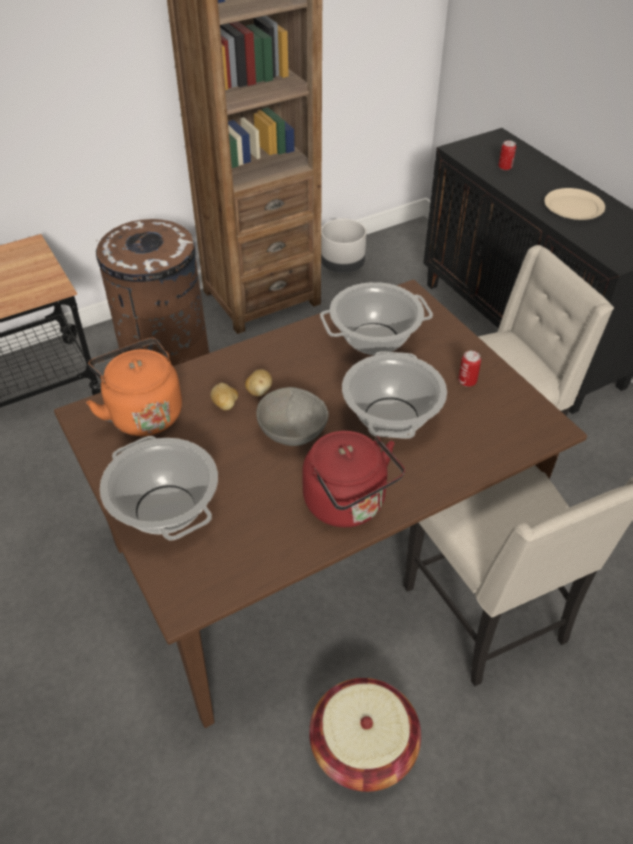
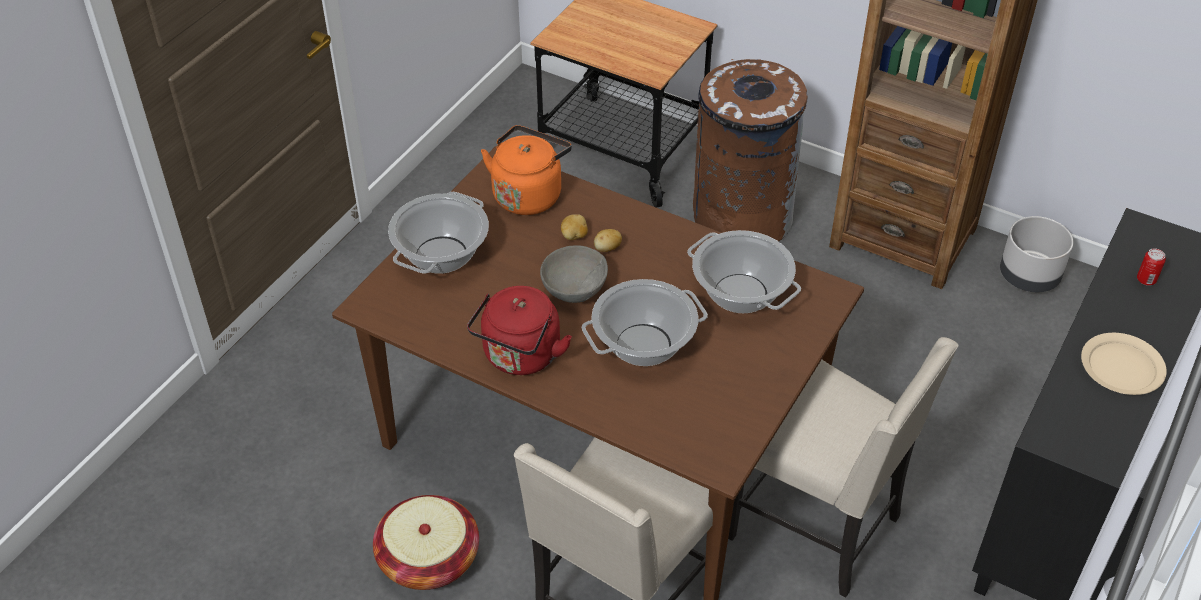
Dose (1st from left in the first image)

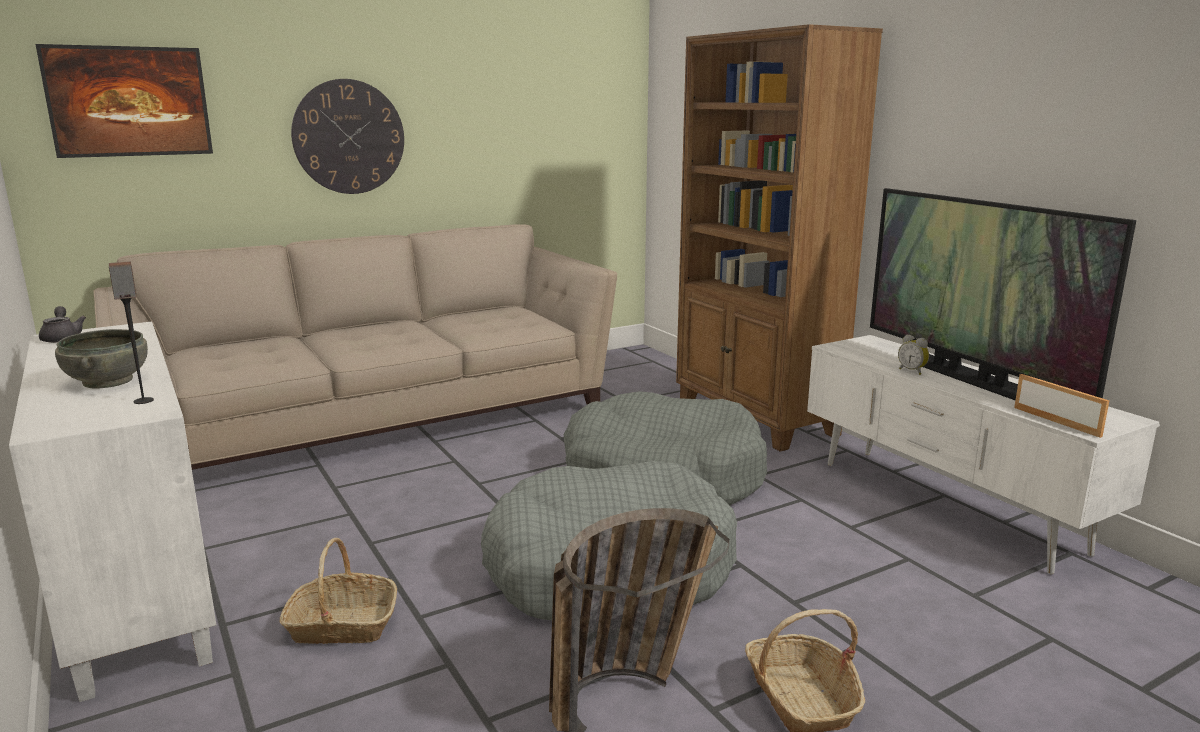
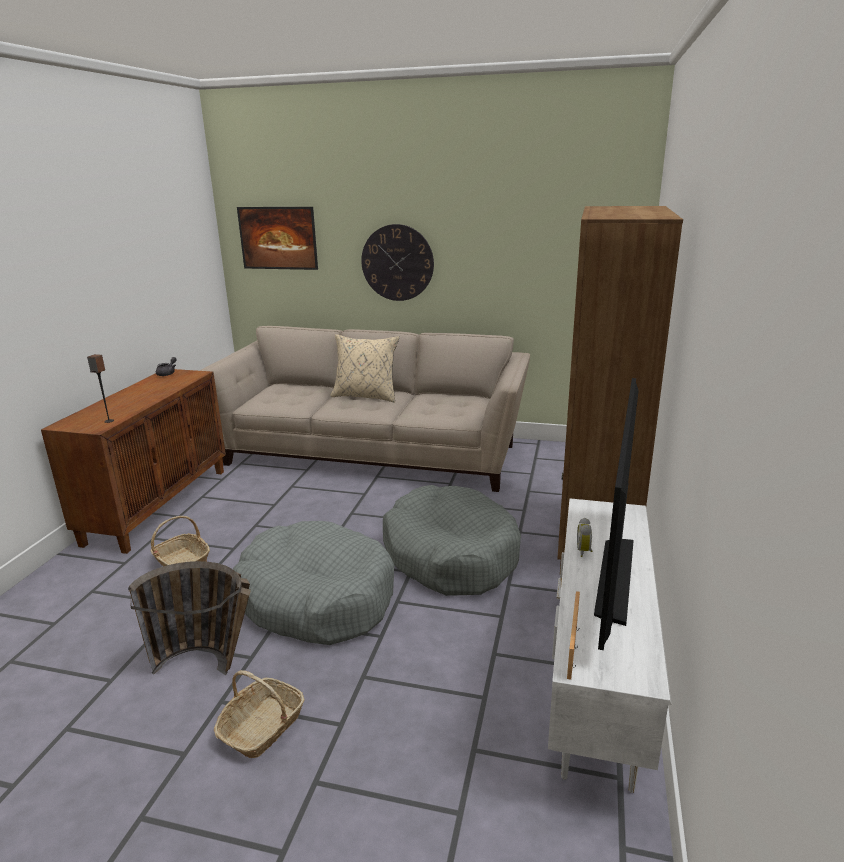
Schrank (braun)
Schüssel (grau)
Kissen (beige)

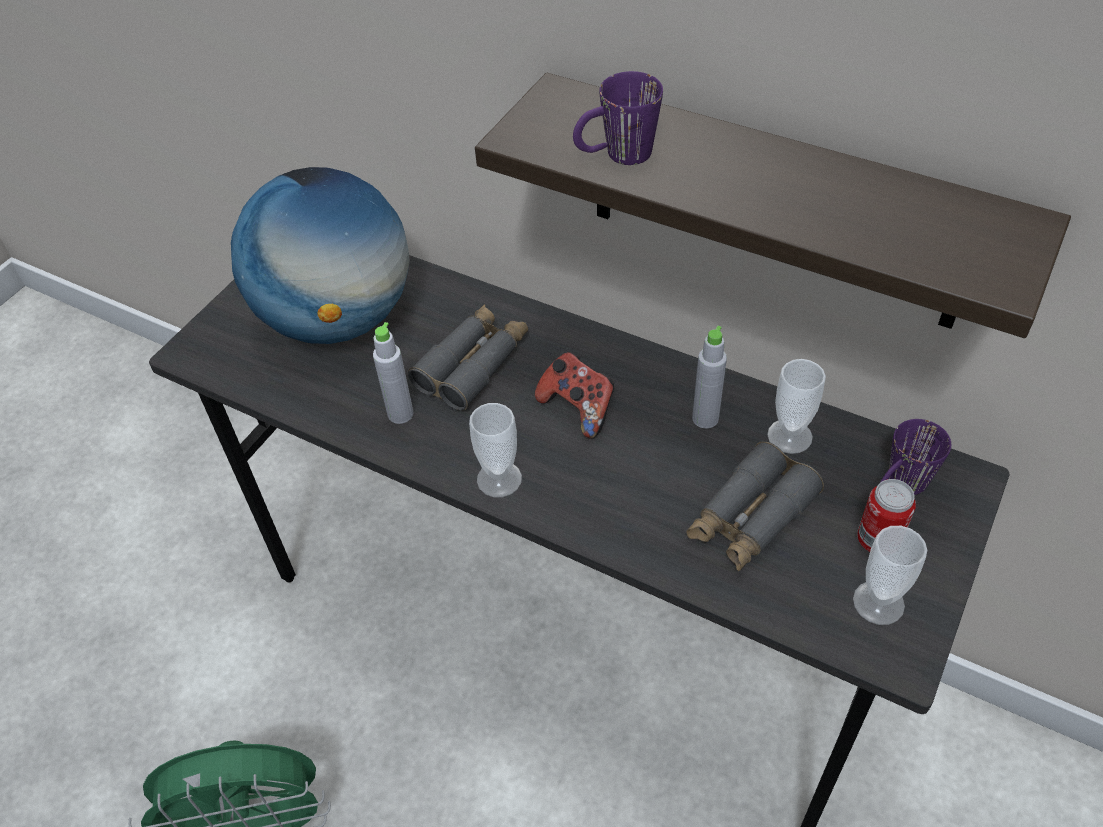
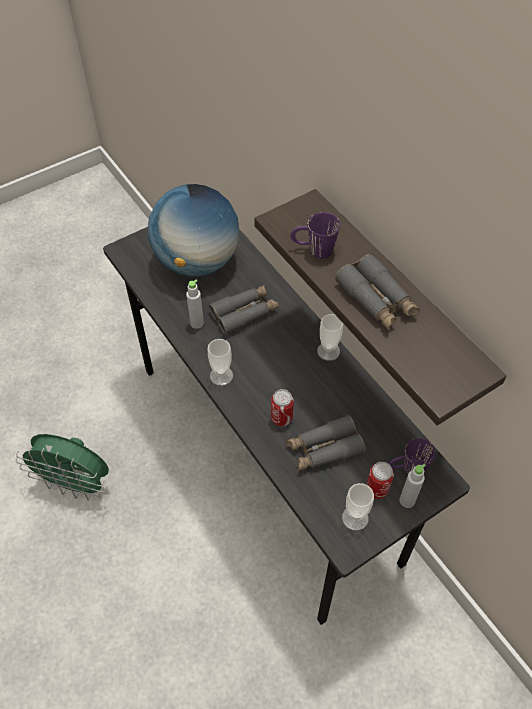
Gamepad
Flasche (grau) (2nd from left)
Tasse (2nd from left)
Dose (1st from left)
Fernglas (grau) (3rd from left)

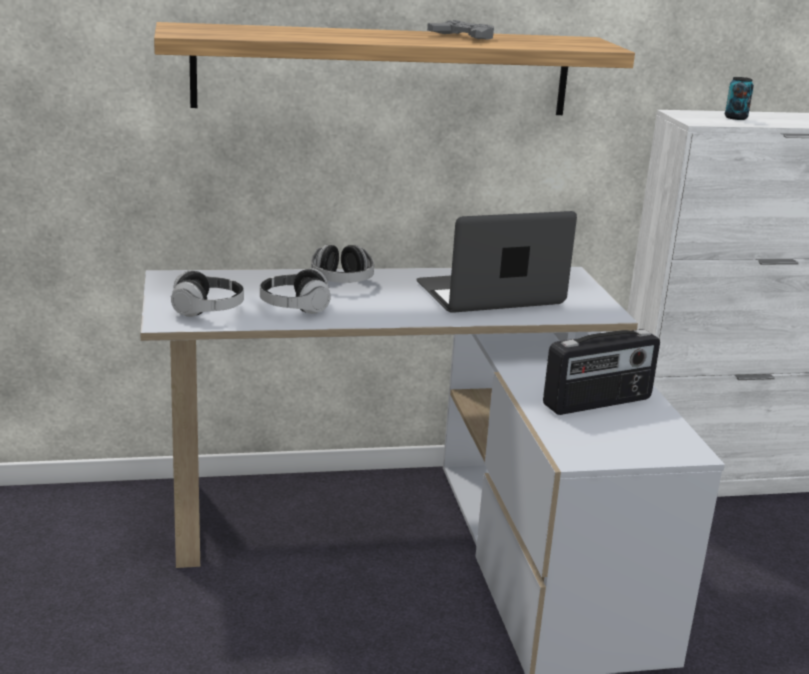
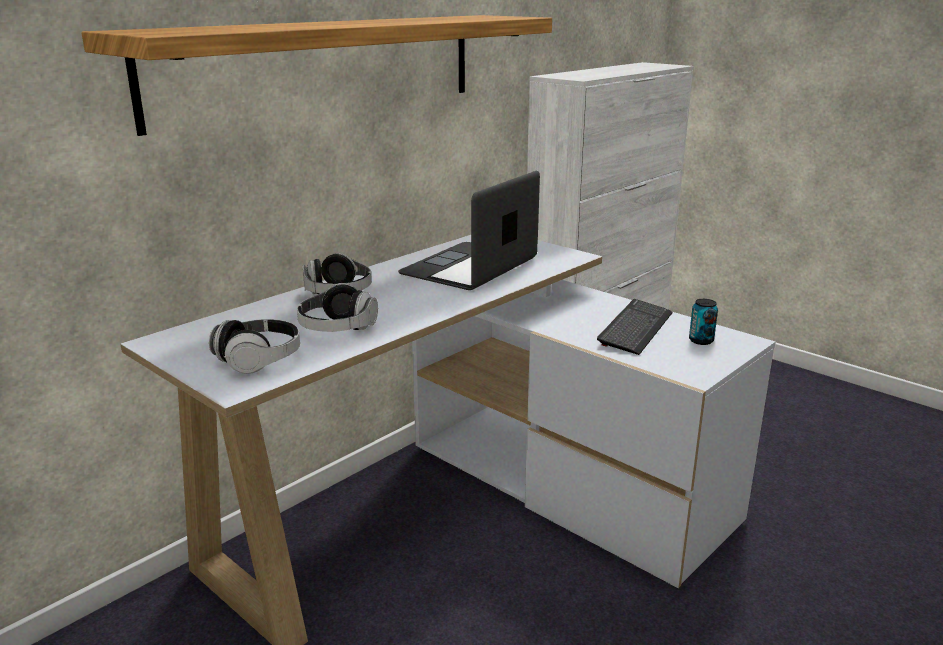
Gamepad (grau)
Tastatur
Dose

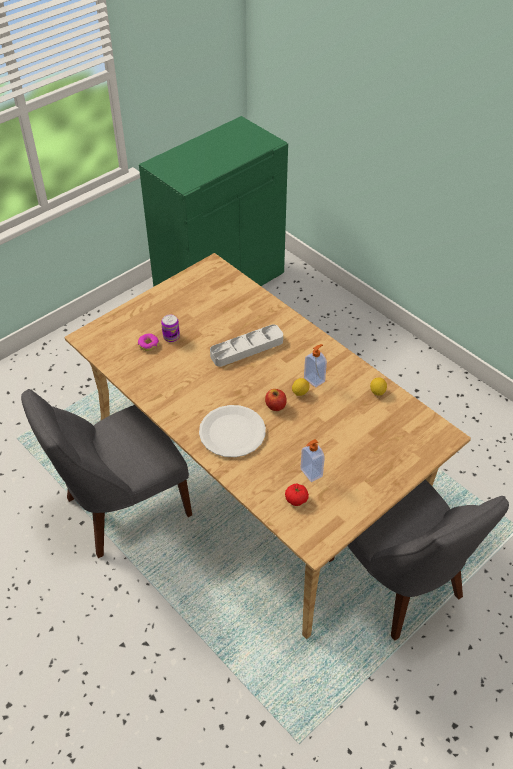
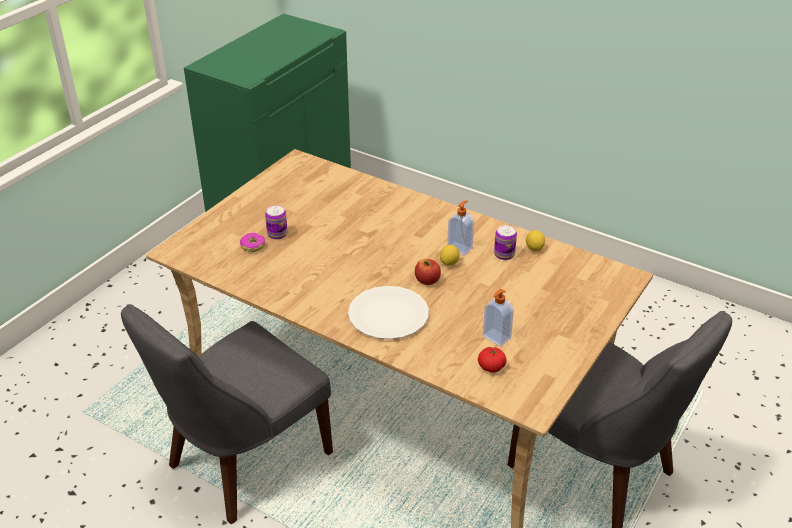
Tablett (grau)
Dose (2nd from left)

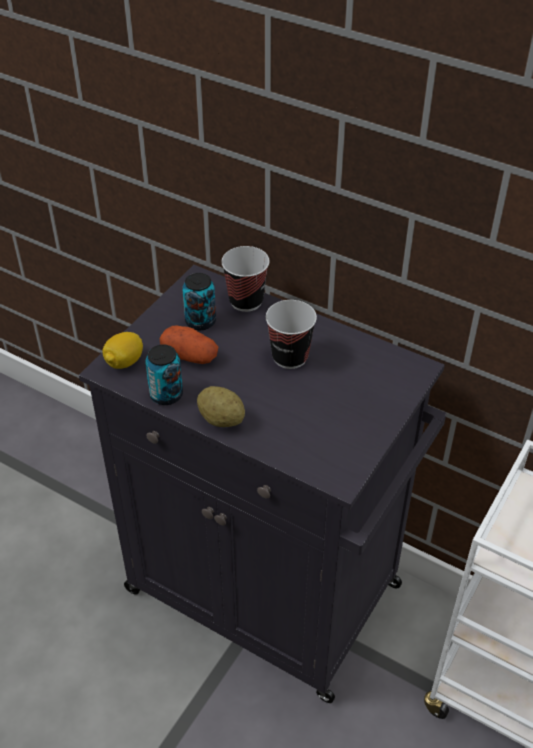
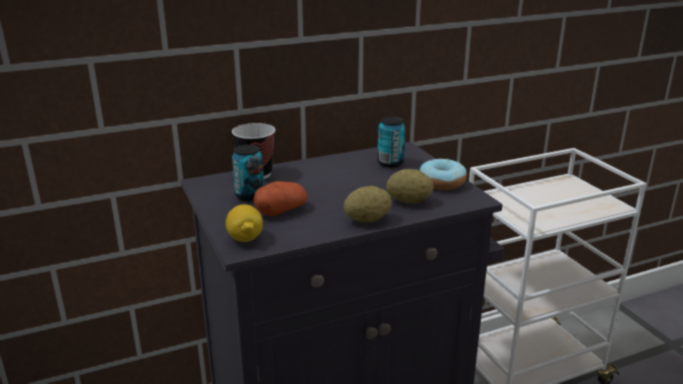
Dose (2nd from left)
Tasse (2nd from left in the first image)
Kartoffel (3rd from left)
Donut

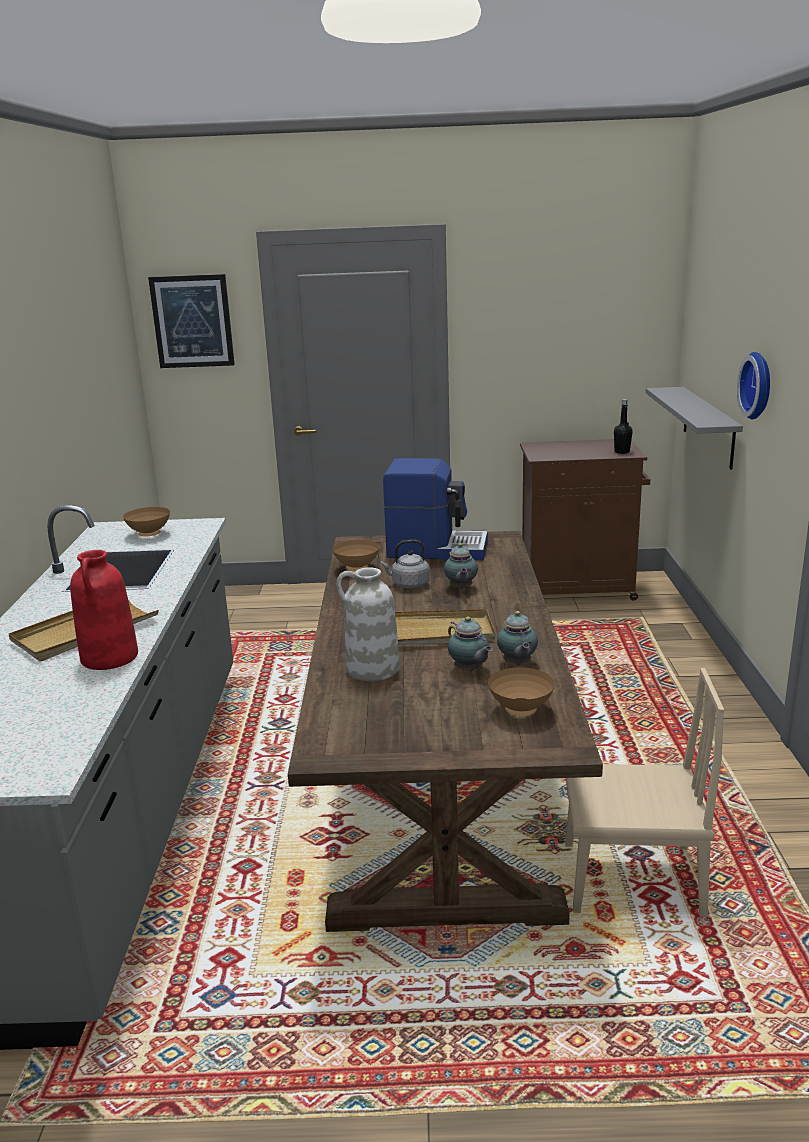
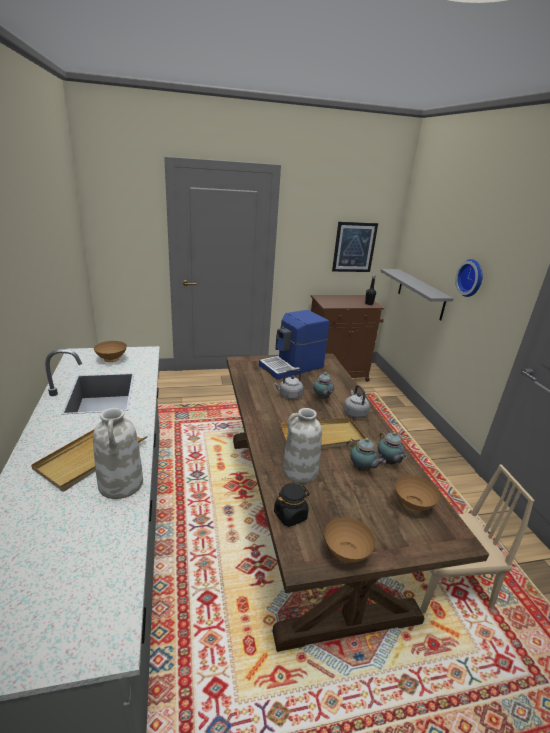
Vase (weiß) (1st from left)
Bild
Schüssel (braun) (2nd from left)
Kaffeemaschine
Vorratsglas (schwarz)
Wasserkessel (grau) (2nd from left)

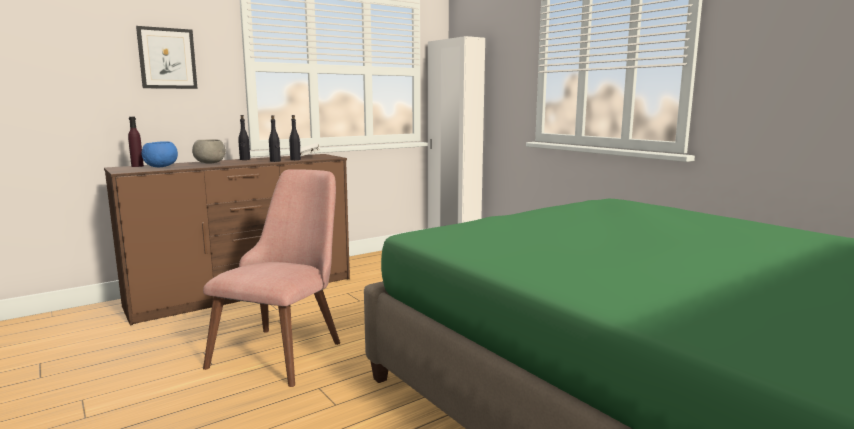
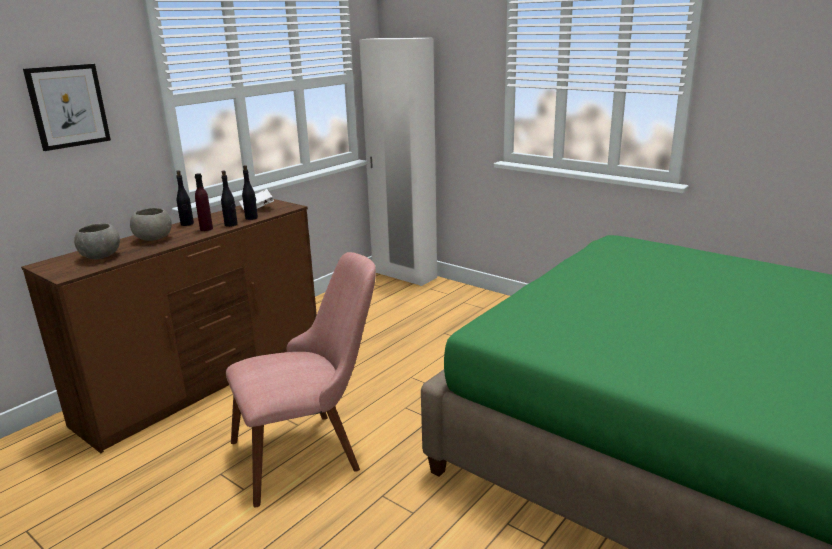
Flasche (lila)
Schüssel (grau) (1st from left)
Stuhl (rosa)

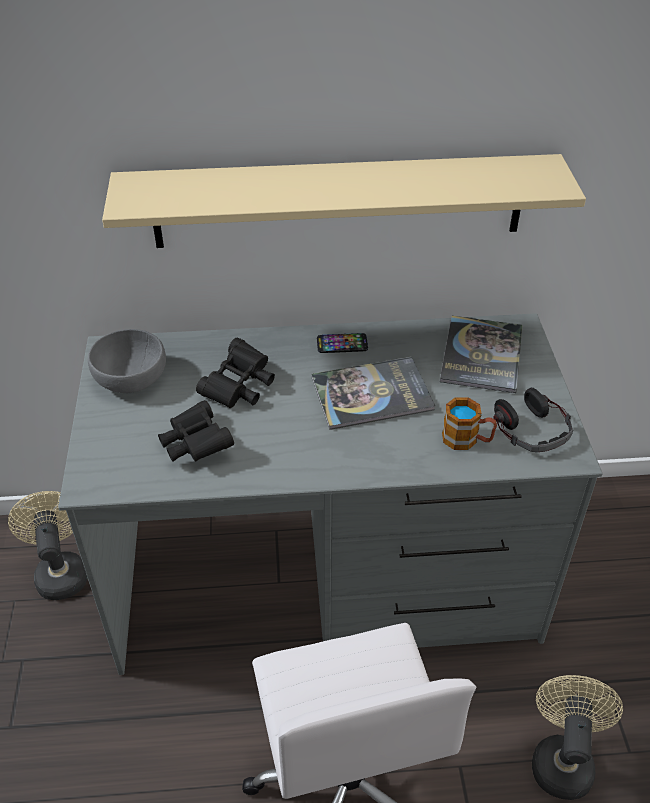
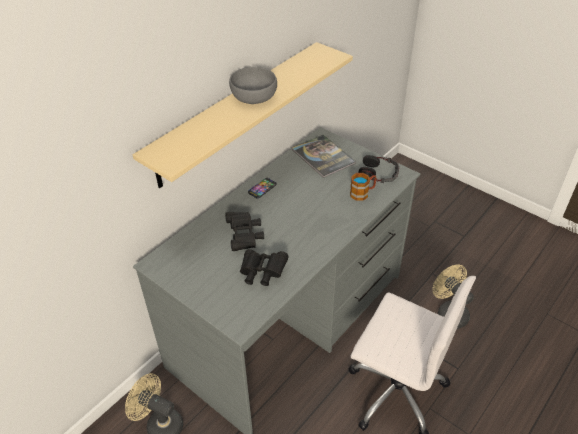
Schüssel (grau)
Buch (1st from left in the first image)

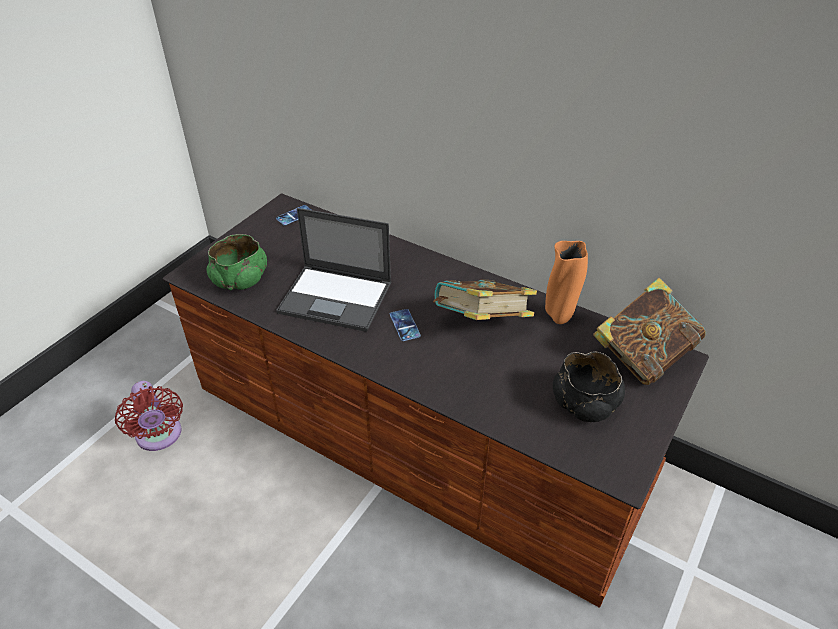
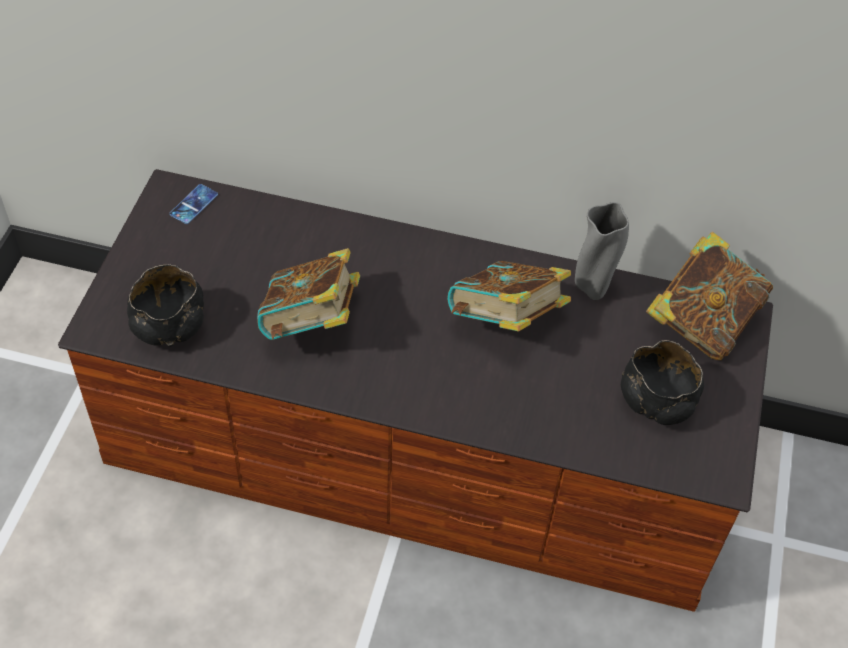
Ventilator (rot)
Schüssel (schwarz) (1st from left)
Buch (1st from left)
Handy (2nd from left in the first image)
Vase (grau)

